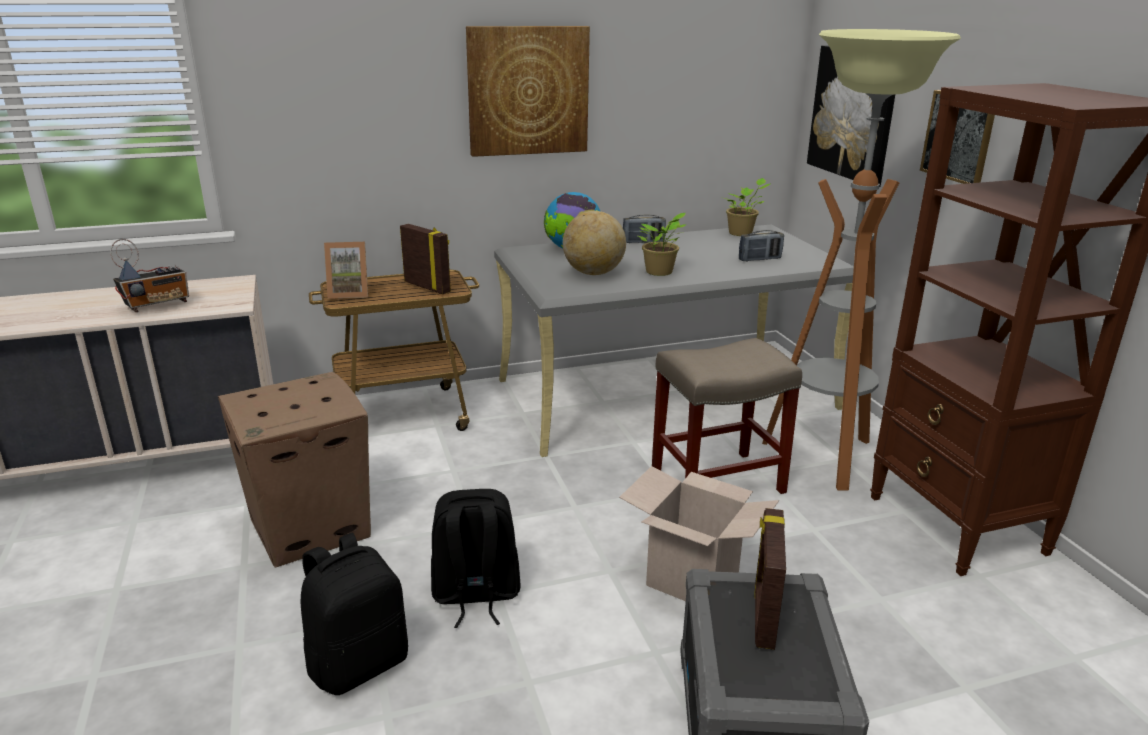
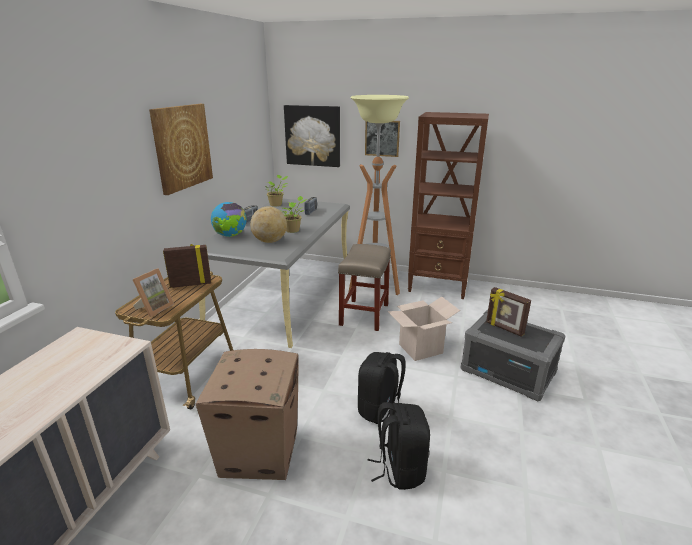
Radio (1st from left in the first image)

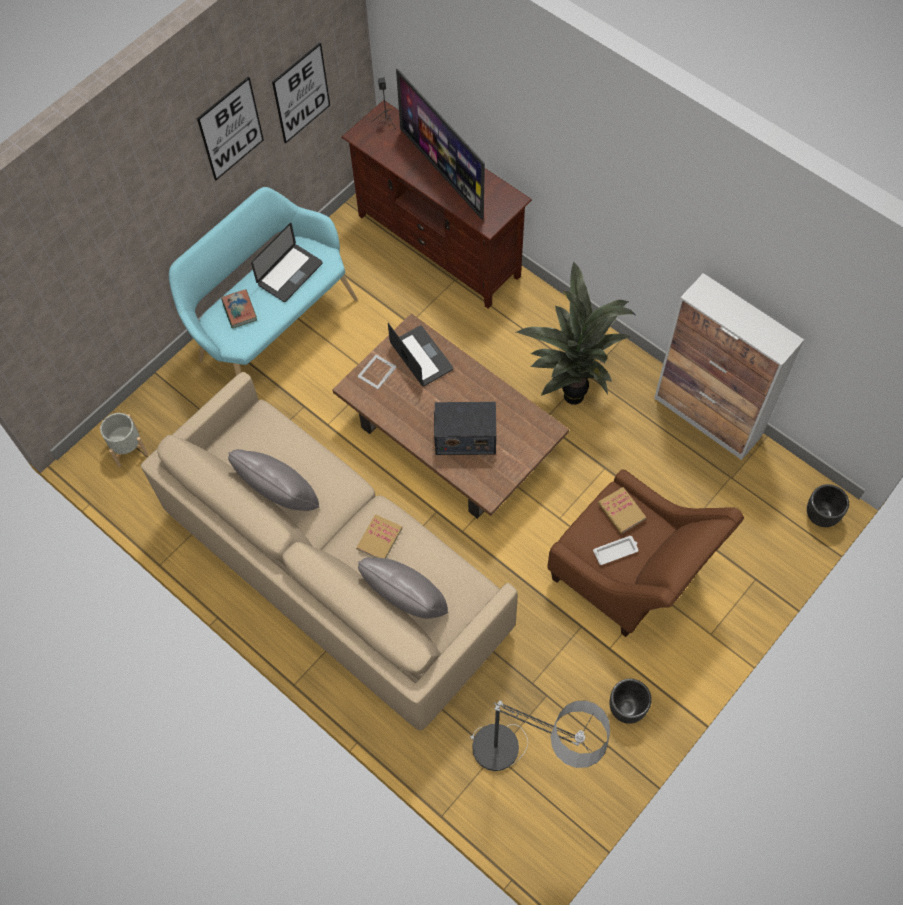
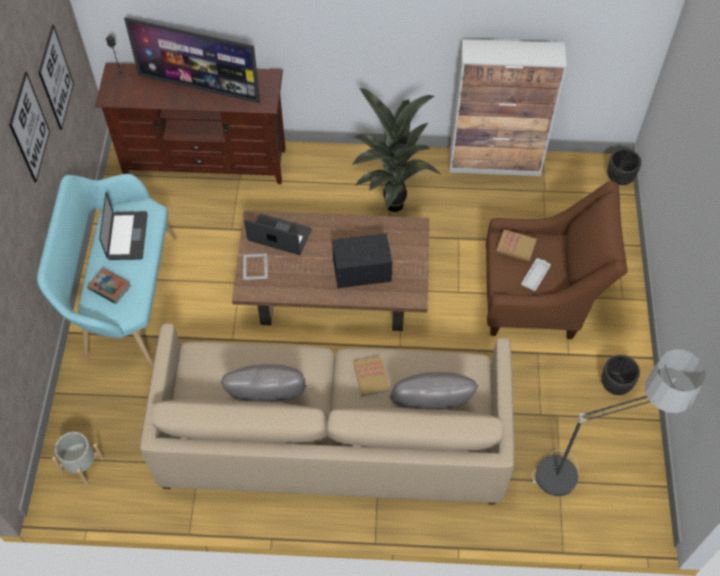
Radio

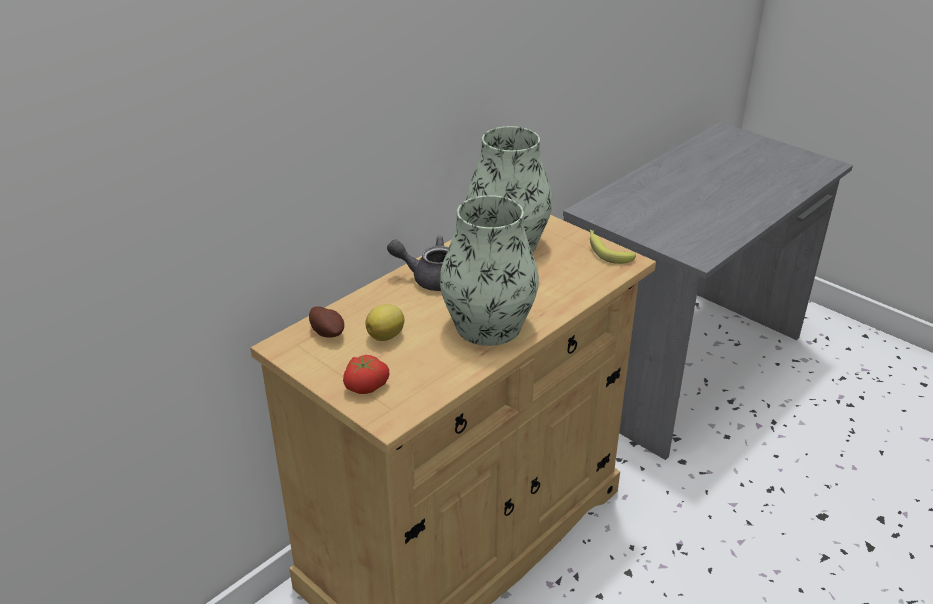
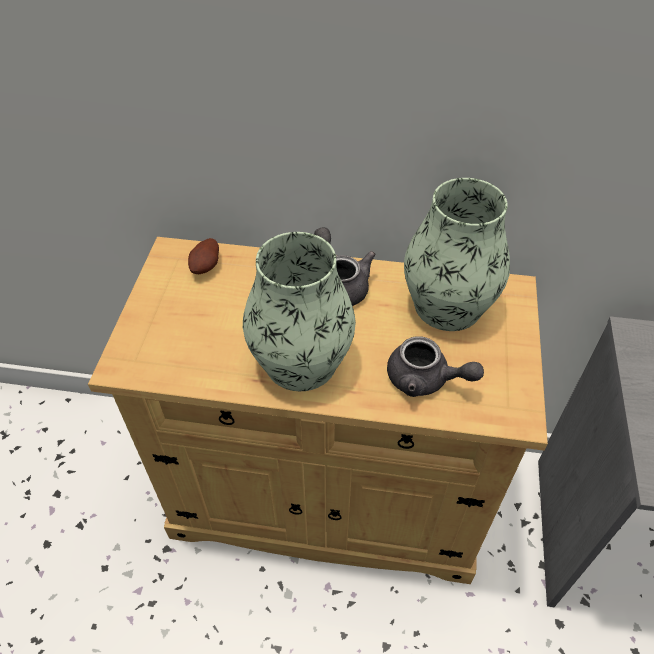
Tomate
Zitrone
Banane
Teekanne (grau) (2nd from left)

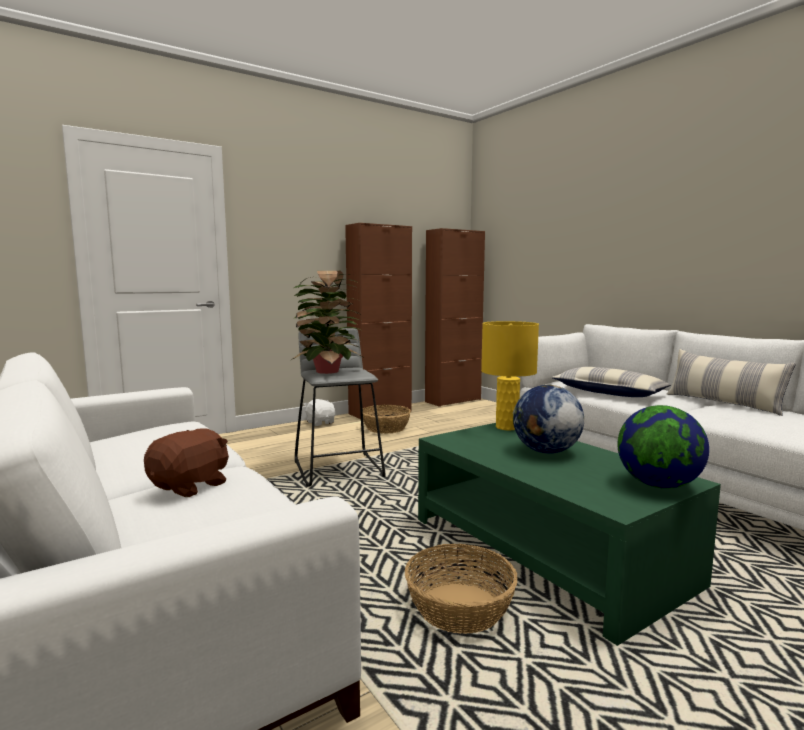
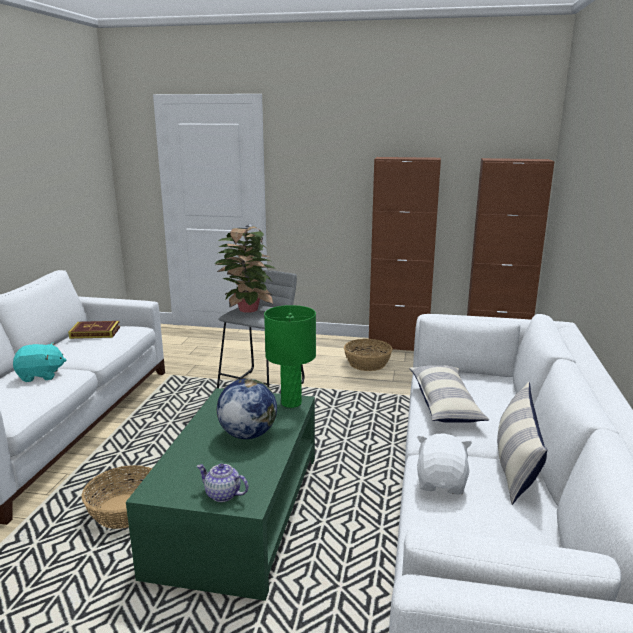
Plüschtier (türkis)
Plüschtier (weiß)
Tischlampe (grün)
Teekanne
Buch

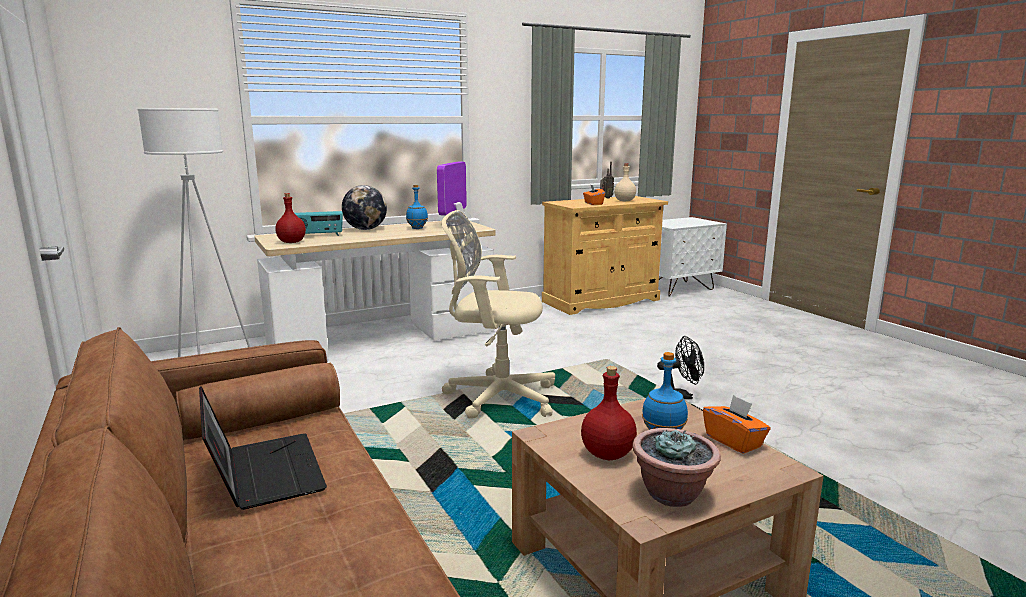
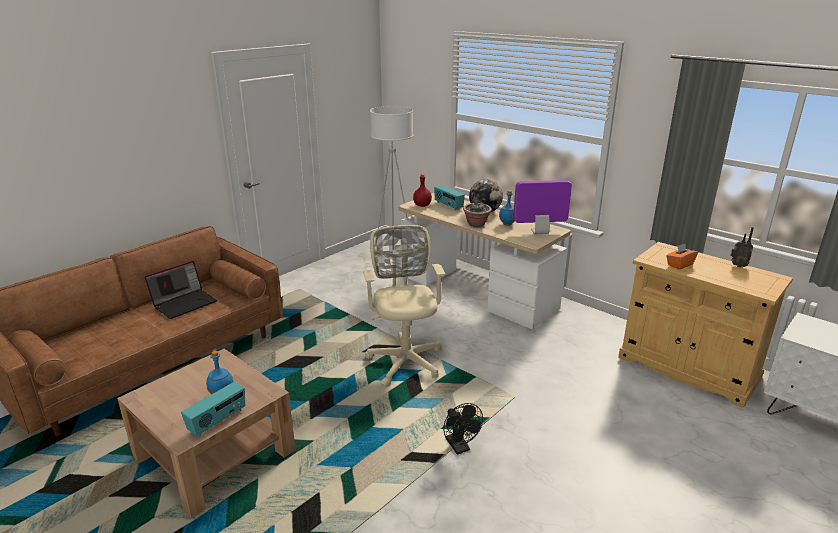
Flasche (rot) (2nd from left in the first image)
Flasche (beige)
Topfpflanze
Radio (1st from left)

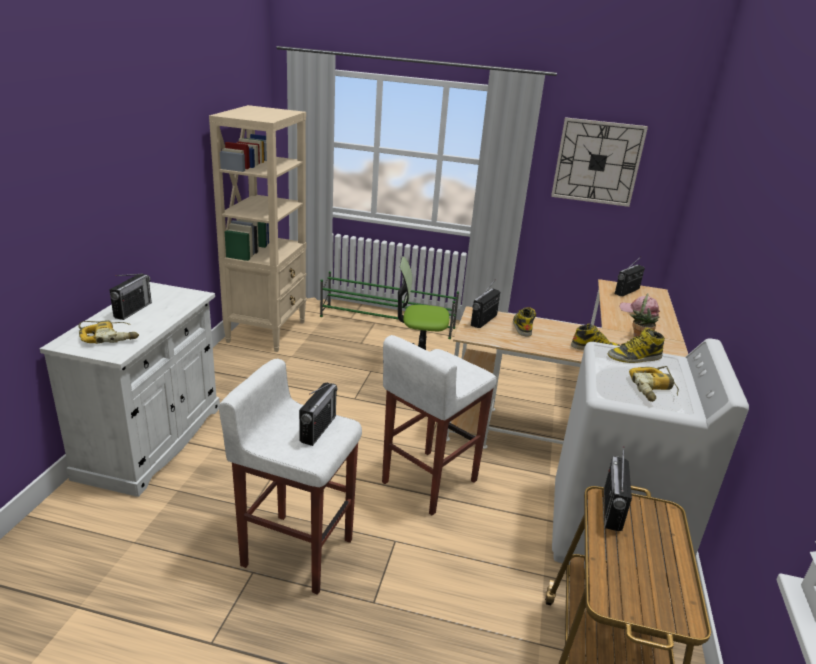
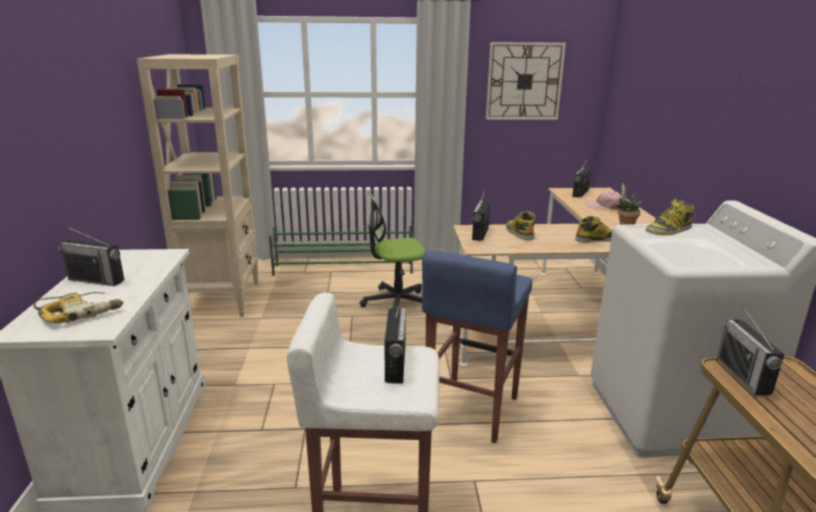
Radio (1st from left)
Hocker (blau)
Bohrmaschine (2nd from left in the first image)

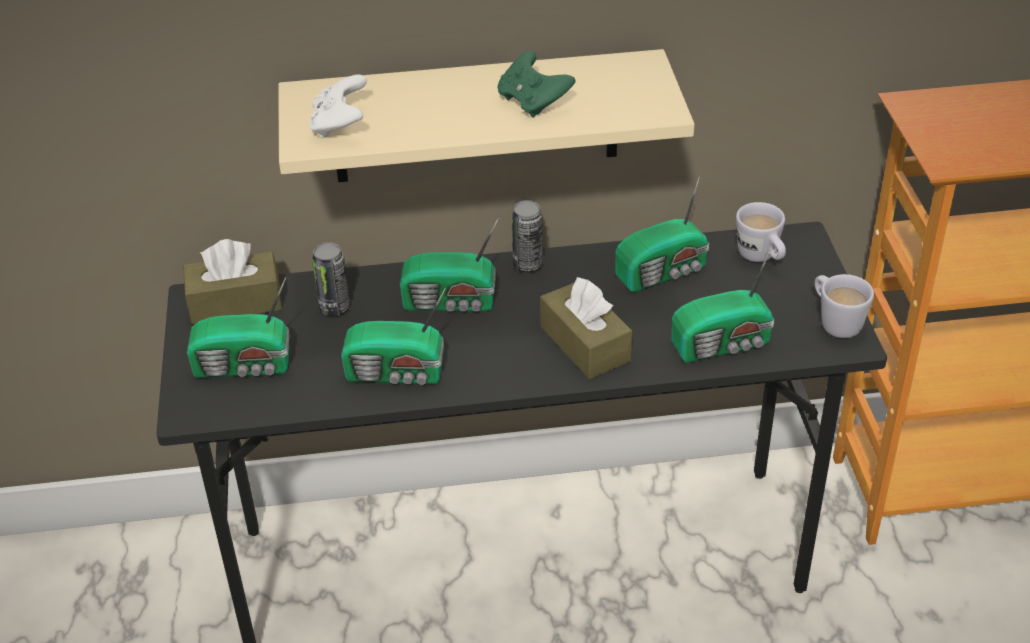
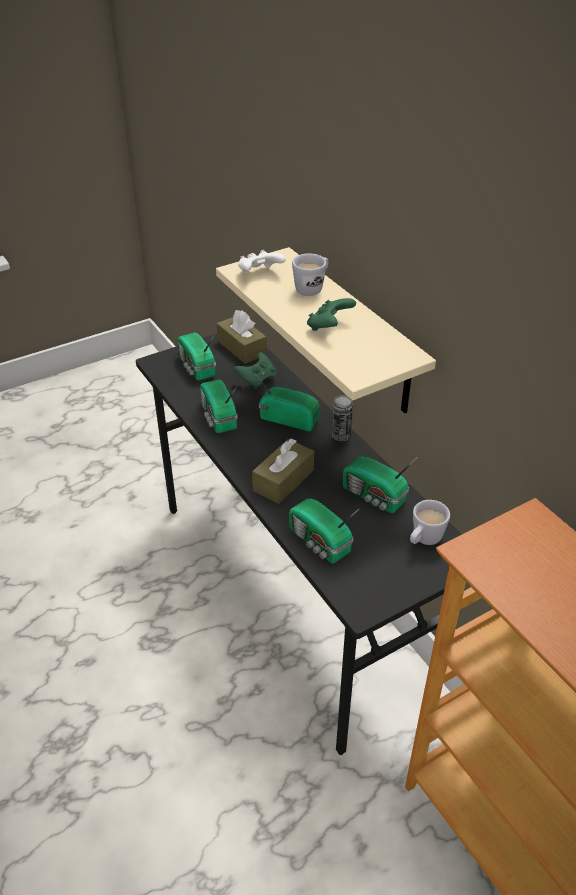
Gamepad (grün) (1st from left)
Radio (3rd from left)
Henkelbecher (weiß) (1st from left)

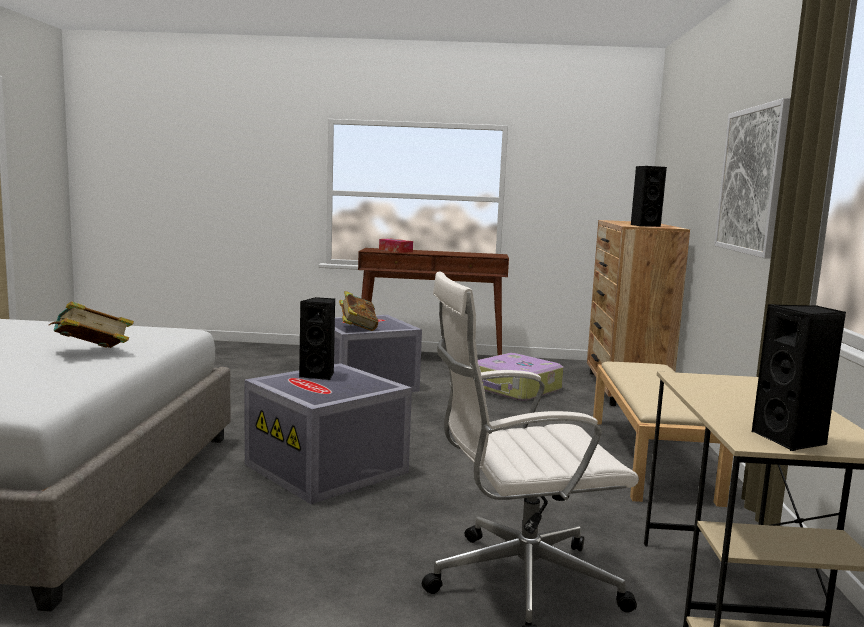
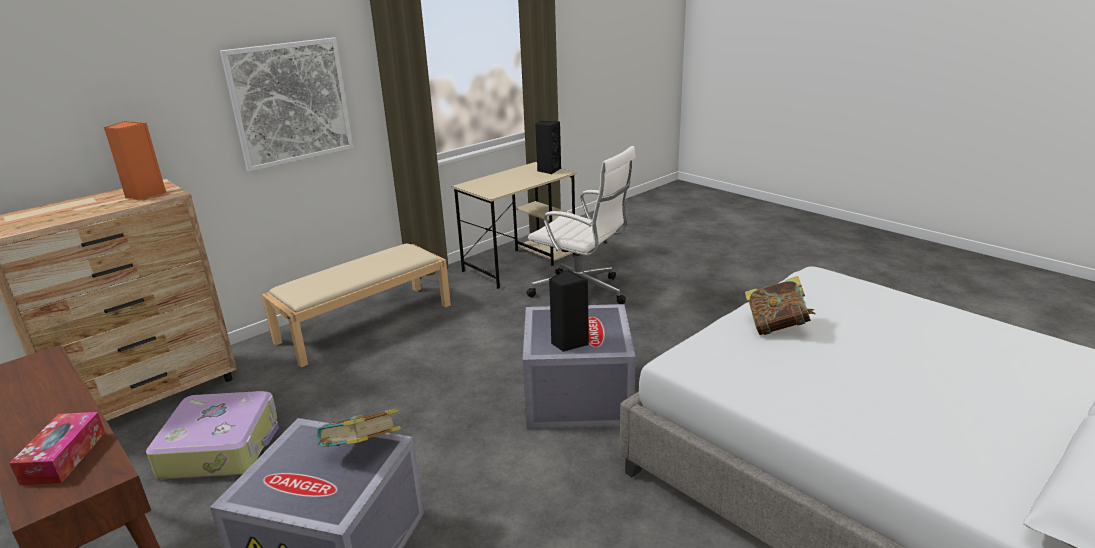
Lautsprecher (orange)

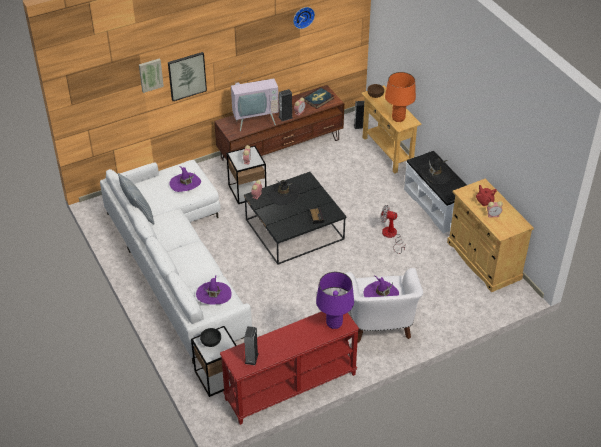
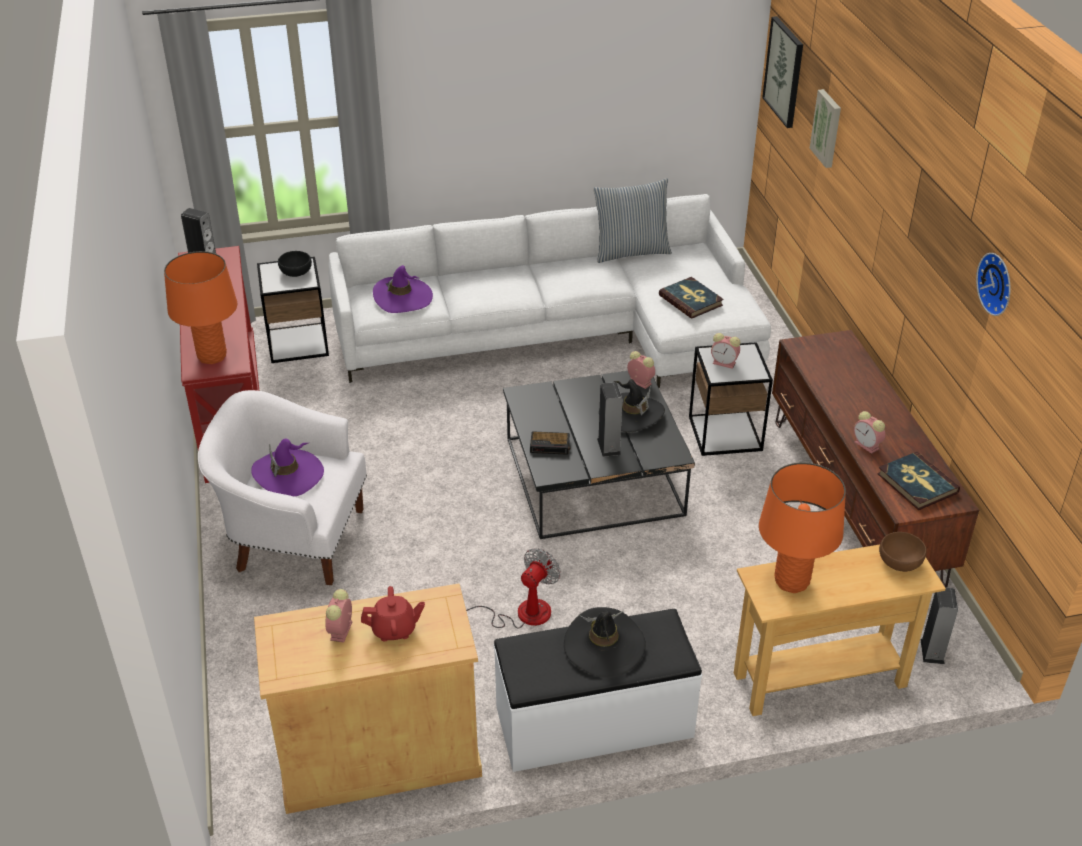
Bild (1st from left)
Buch (1st from left)
Fernseher
Lautsprecher (2nd from left)
Tischlampe (orange) (1st from left)

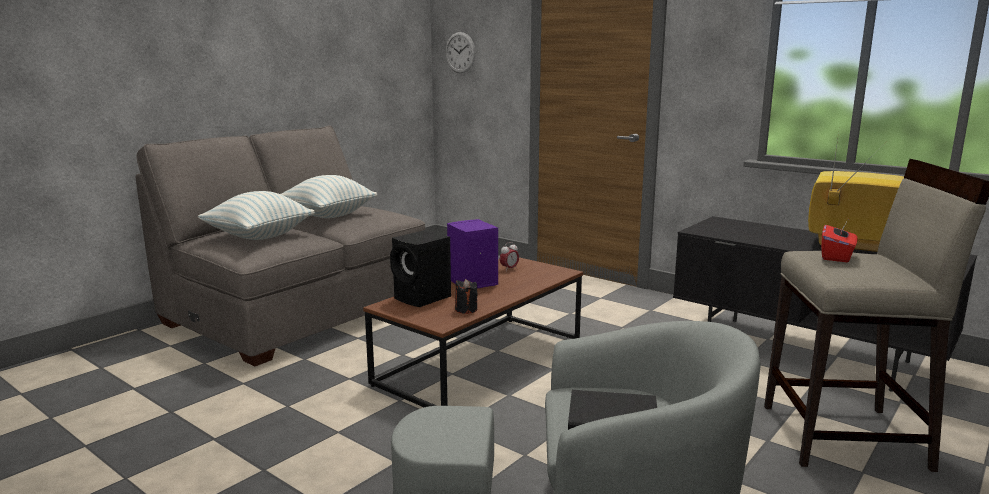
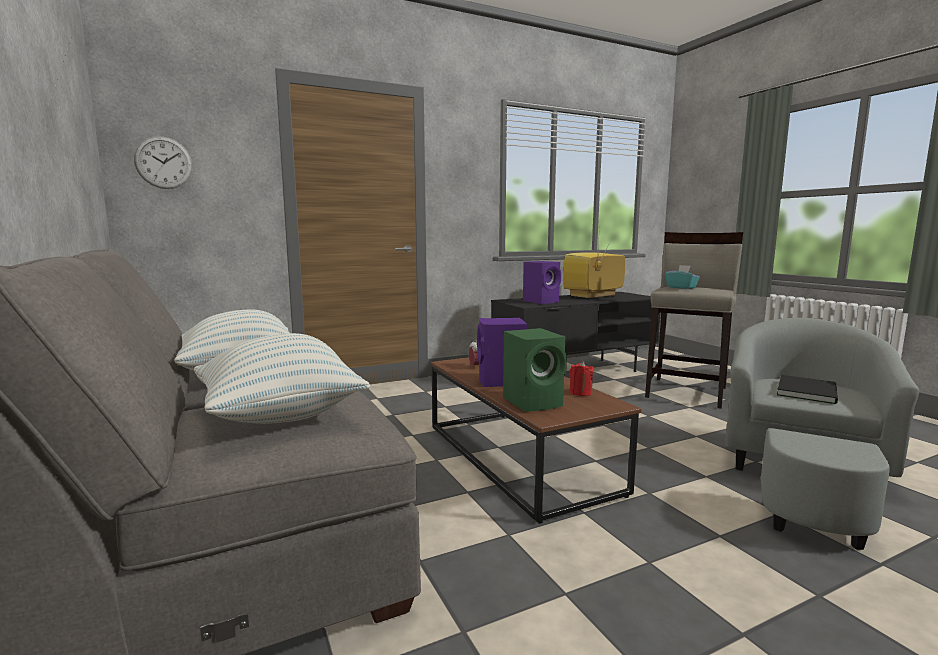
Lautsprecher (grün)
Kerze (rot)
Taschentuchbox (türkis)
Lautsprecher (lila) (2nd from left)

